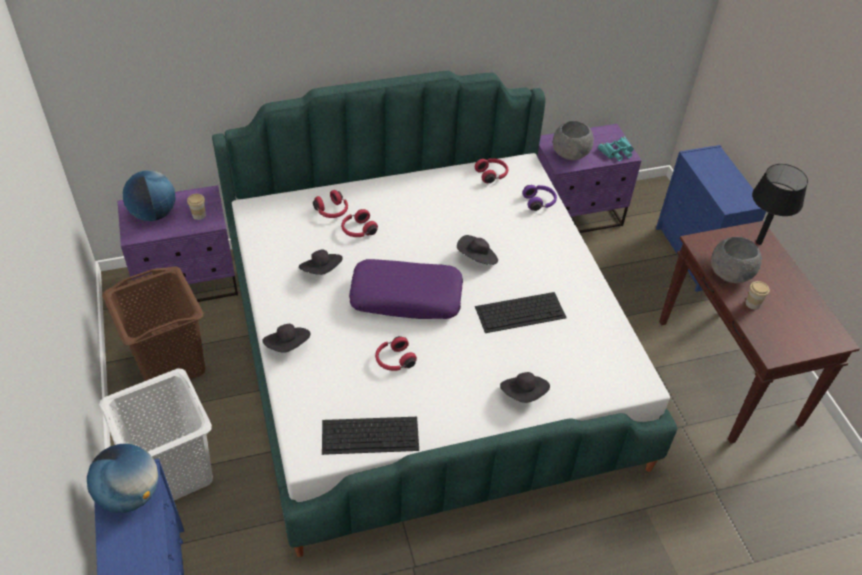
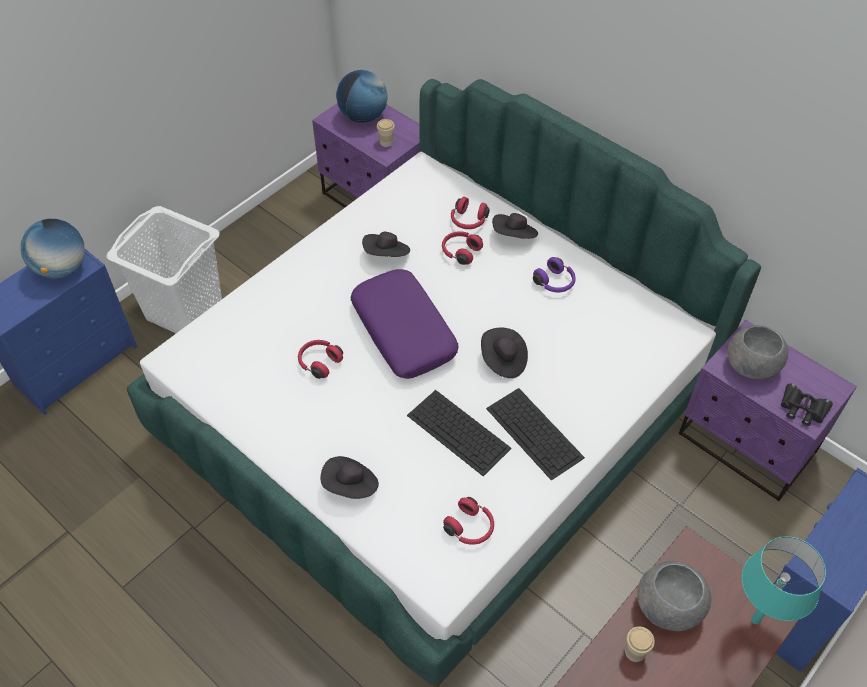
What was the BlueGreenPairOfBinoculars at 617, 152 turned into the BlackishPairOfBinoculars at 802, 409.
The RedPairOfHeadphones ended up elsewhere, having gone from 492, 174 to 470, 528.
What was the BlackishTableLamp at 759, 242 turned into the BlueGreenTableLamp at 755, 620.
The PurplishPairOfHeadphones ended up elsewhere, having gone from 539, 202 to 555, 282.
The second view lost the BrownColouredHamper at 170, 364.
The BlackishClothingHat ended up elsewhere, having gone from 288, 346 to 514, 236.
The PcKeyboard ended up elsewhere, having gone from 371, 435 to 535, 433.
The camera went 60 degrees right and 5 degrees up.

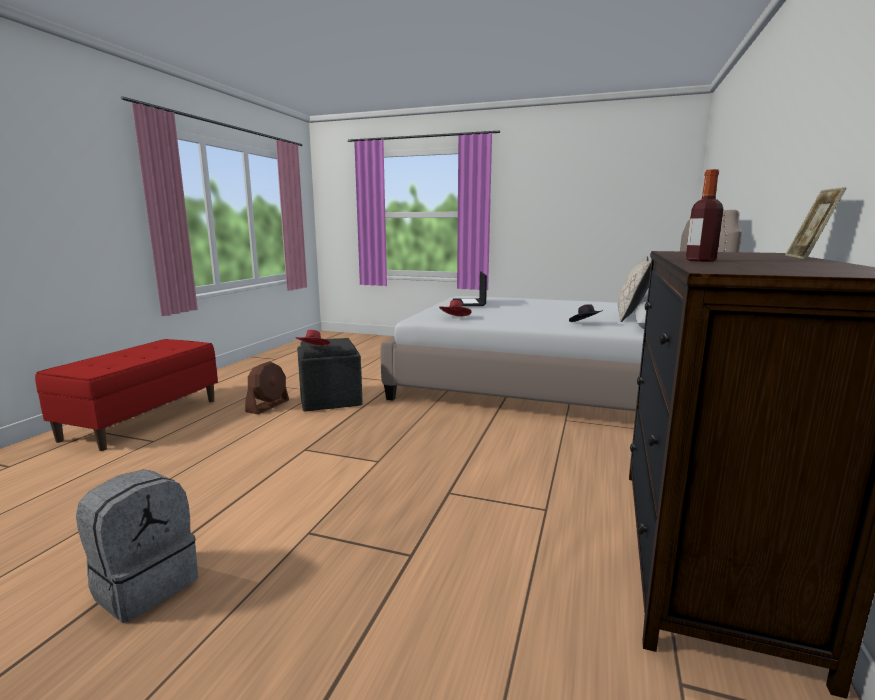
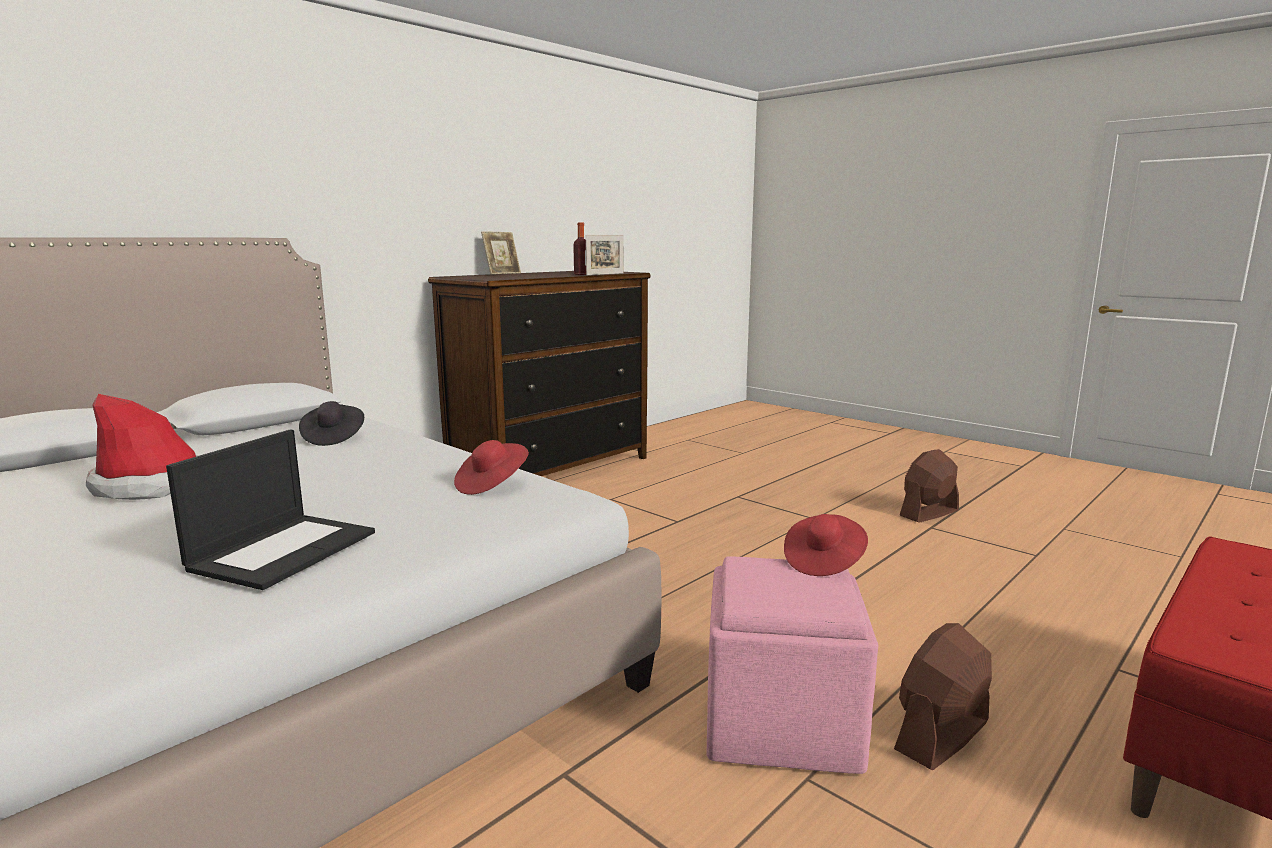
The second view lost the BeigeCushion at 631, 317.
What was the GrayFootrest at 330, 400 turned into the PinkColouredFootrest at 783, 720.
Where the GrayKnapsack stood at 145, 585, the BrownColouredElectricFan came to stand at 929, 513.
The second view gained the StandingFrame at 605, 274.
The second view gained the ClothingHat at 151, 485.
The camera went 155 degrees left and 0 degrees up.

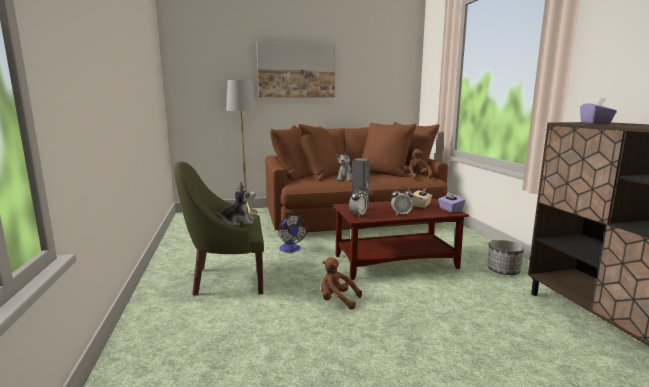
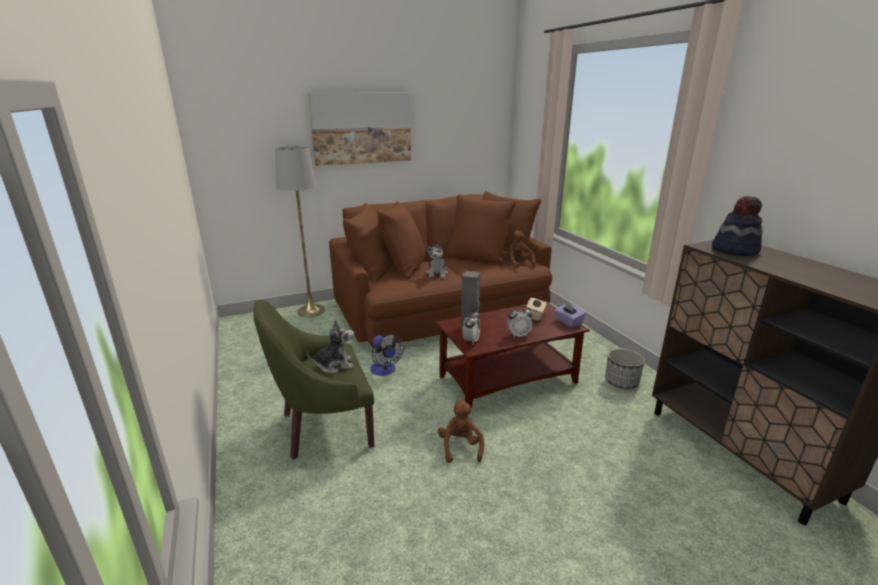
Where the PurplishBoxOfTissues stood at 595, 123, the ClothingHat came to stand at 734, 250.
The BrownColouredPlushToy at 337, 301 ended up facing another way, 75 degrees clockwise from before.
The camera went 10 degrees left and 10 degrees up.

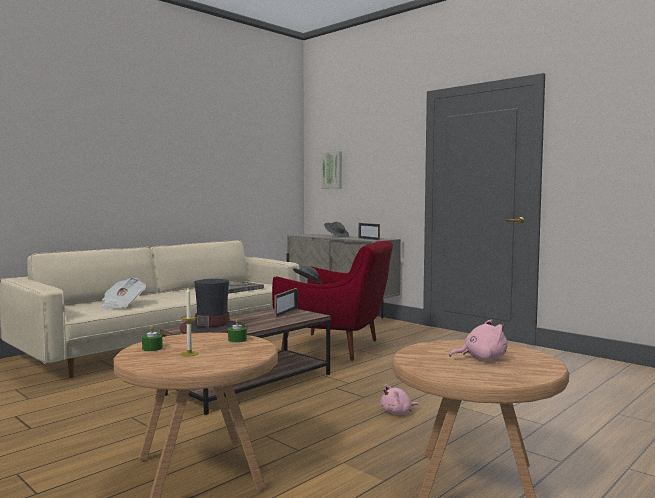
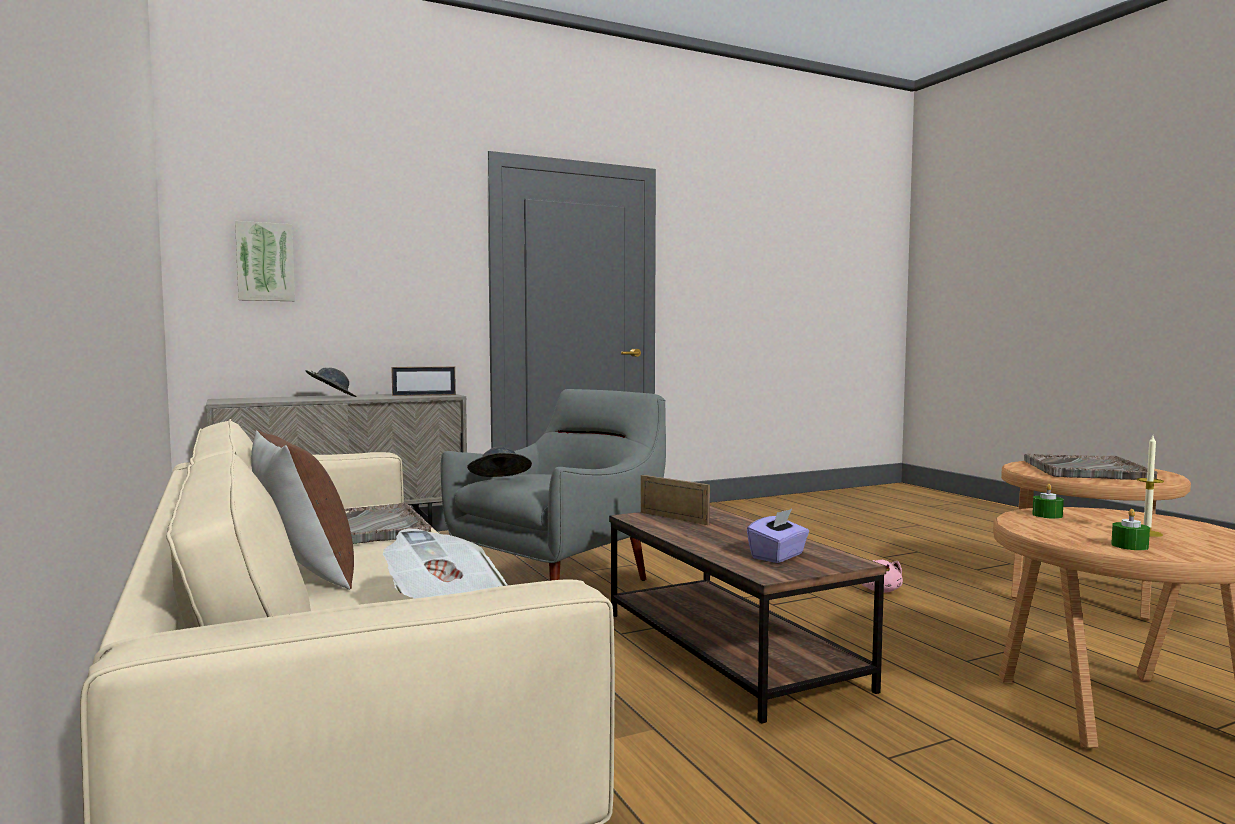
What was the RedLoungeChair at 335, 347 turned into the GrayLoungeChair at 560, 579.
Where the ClothingHat stood at 212, 329, the PurplishBoxOfTissues came to stand at 778, 556.
Where the PinkColouredPlushToy stood at 482, 358, the GrayServingTray came to stand at 1085, 470.
The second view gained the BrownColouredCushion at 304, 575.
The camera went 70 degrees left and 0 degrees up.

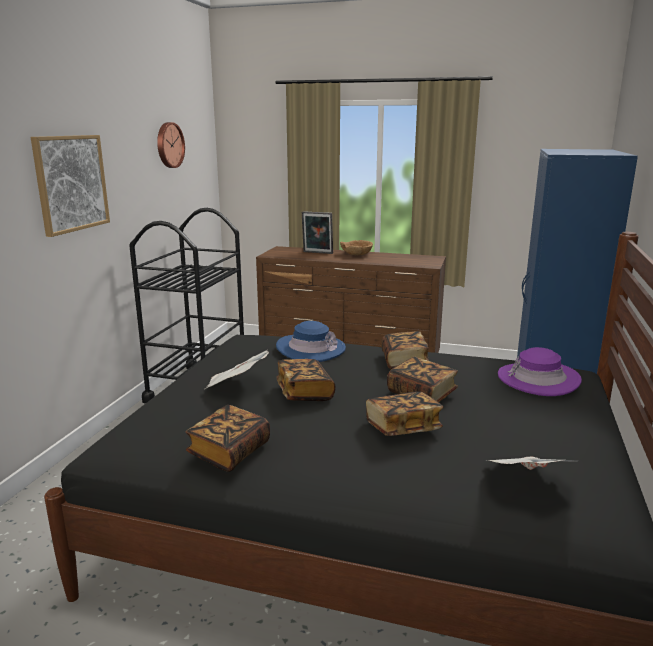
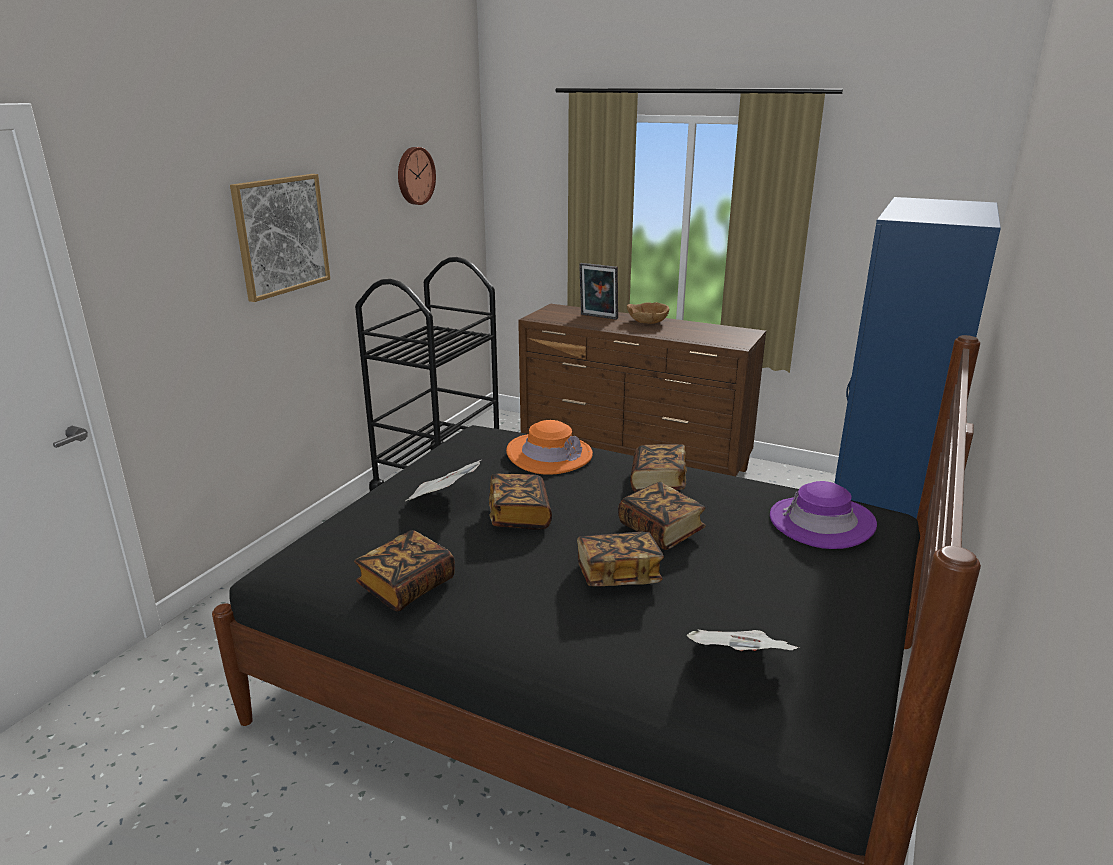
What was the BluishClothingHat at 310, 349 turned into the OrangeyClothingHat at 549, 455.
The camera went 10 degrees right and 5 degrees up.

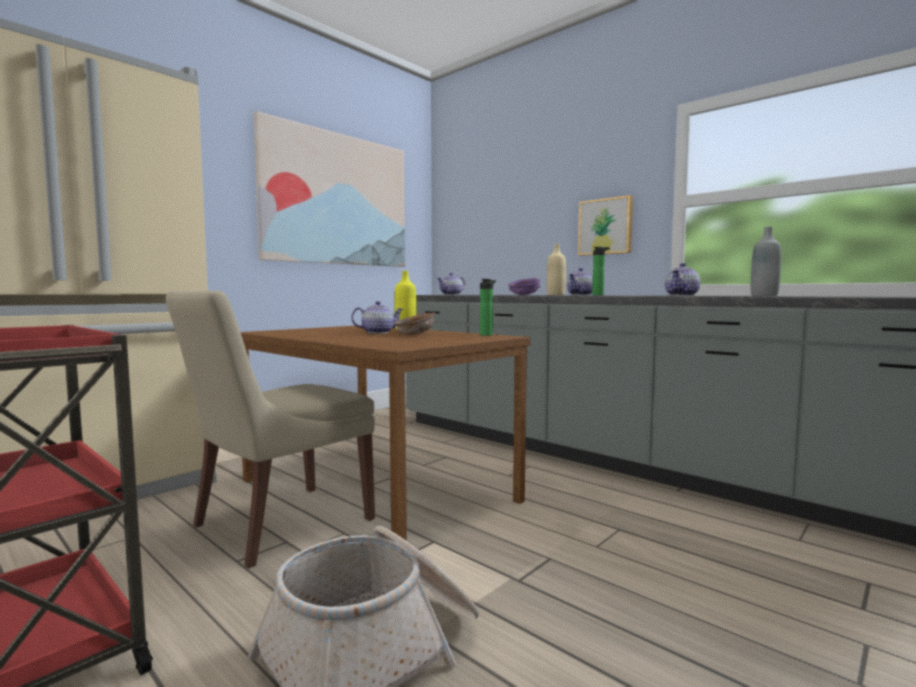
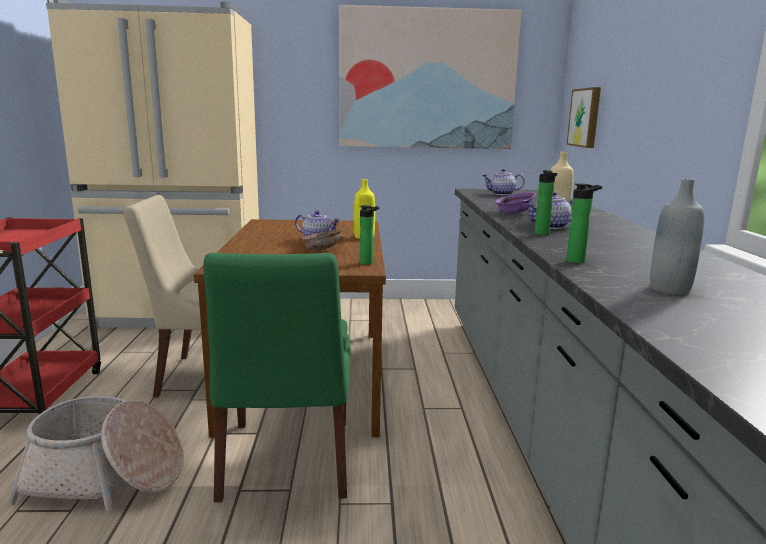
The Picture ended up elsewhere, having gone from 606, 227 to 586, 117.
Where the PotForTea stood at 682, 295, the BeverageBottle came to stand at 578, 261.
The second view gained the GreenishChair at 286, 462.
The camera went 45 degrees right and 10 degrees up.

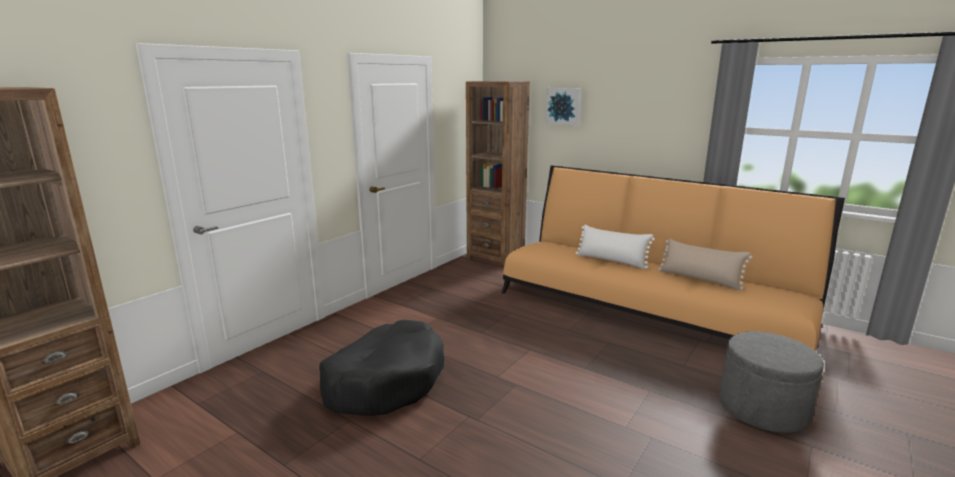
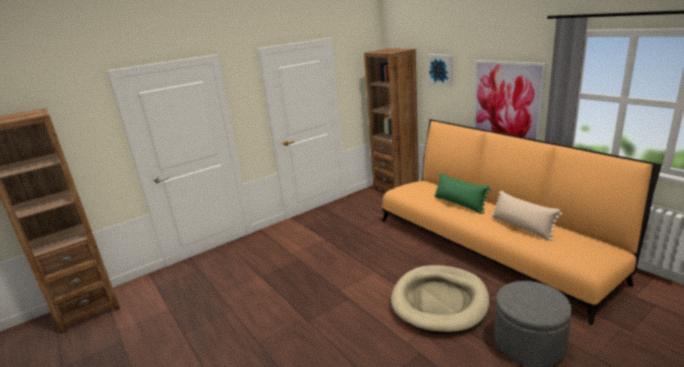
What was the WhiteColouredCushion at 611, 260 turned into the GreenishCushion at 459, 204.
The second view lost the BlackishPetBed at 385, 381.
The second view gained the Picture at 506, 100.
The second view gained the BeigePetBed at 439, 301.
The camera went 20 degrees right and 5 degrees up.

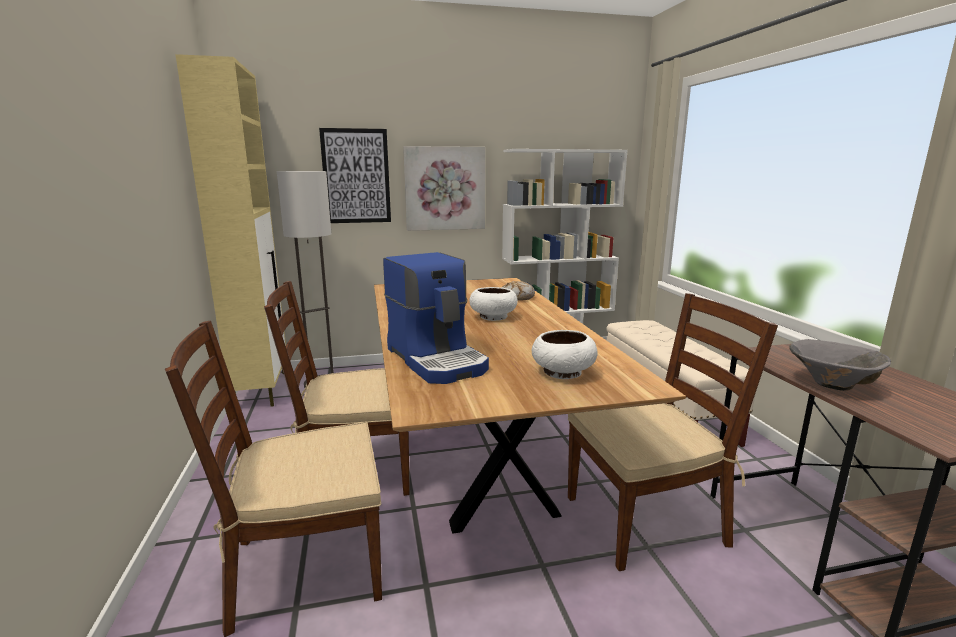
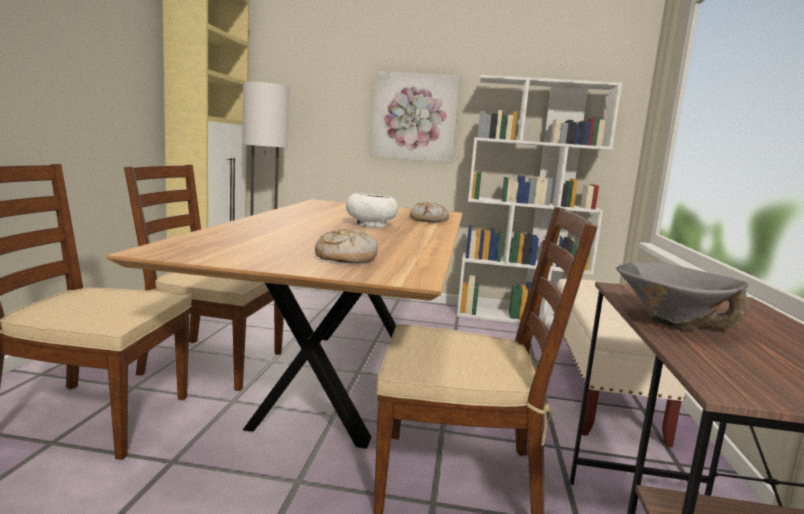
The second view lost the Picture at 356, 176.
The second view lost the CoffeeBrewer at 438, 360.
Where the WhiteColouredBowl stood at 562, 372, the BakedBread came to stand at 345, 258.
The camera went 20 degrees right and 5 degrees down.

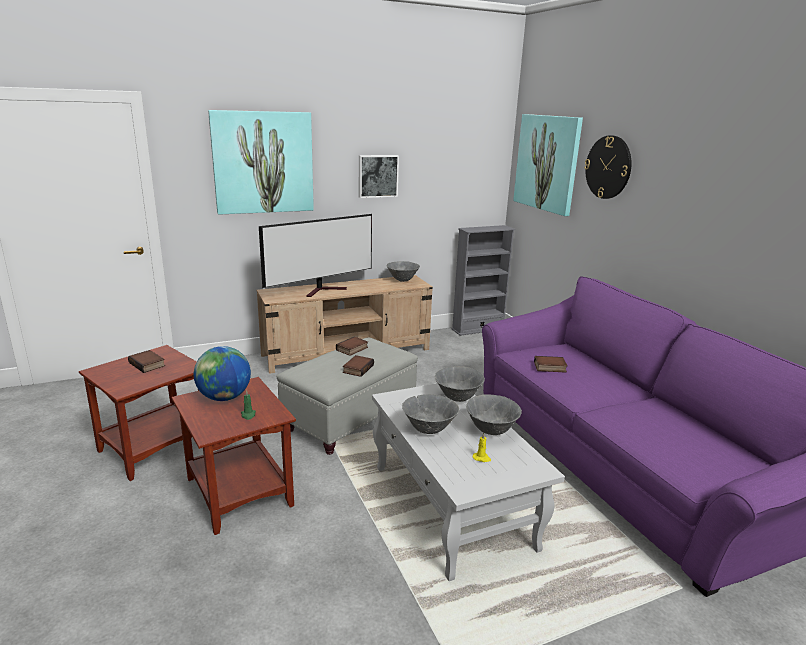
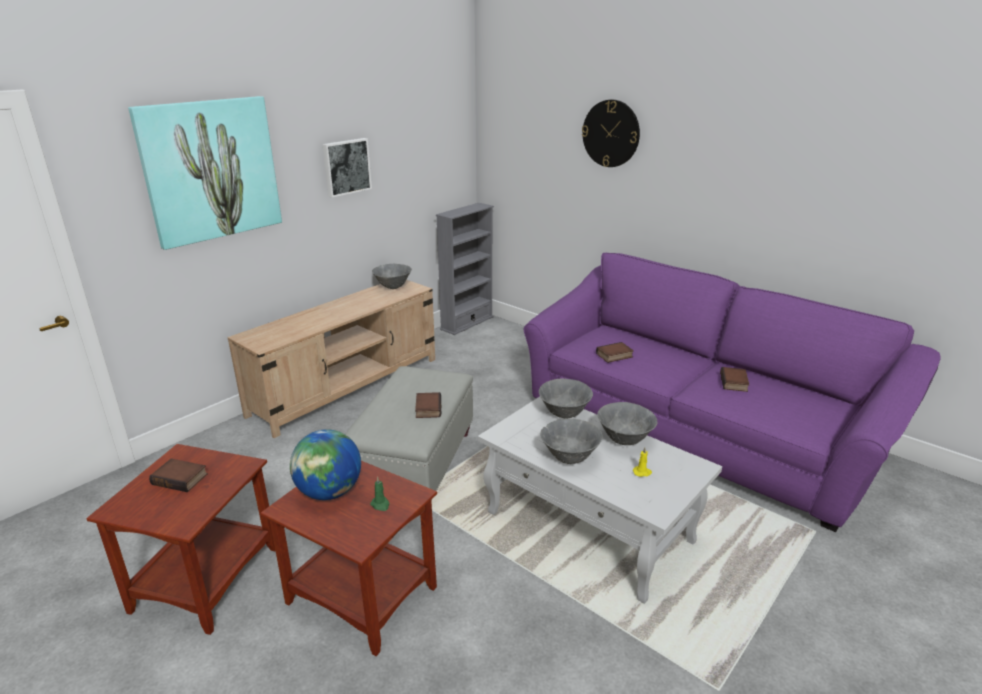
The second view lost the Picture at 547, 163.
The second view lost the TvSet at 324, 290.
The Volume ended up elsewhere, having gone from 352, 349 to 735, 383.
The camera went 25 degrees left and 5 degrees up.

